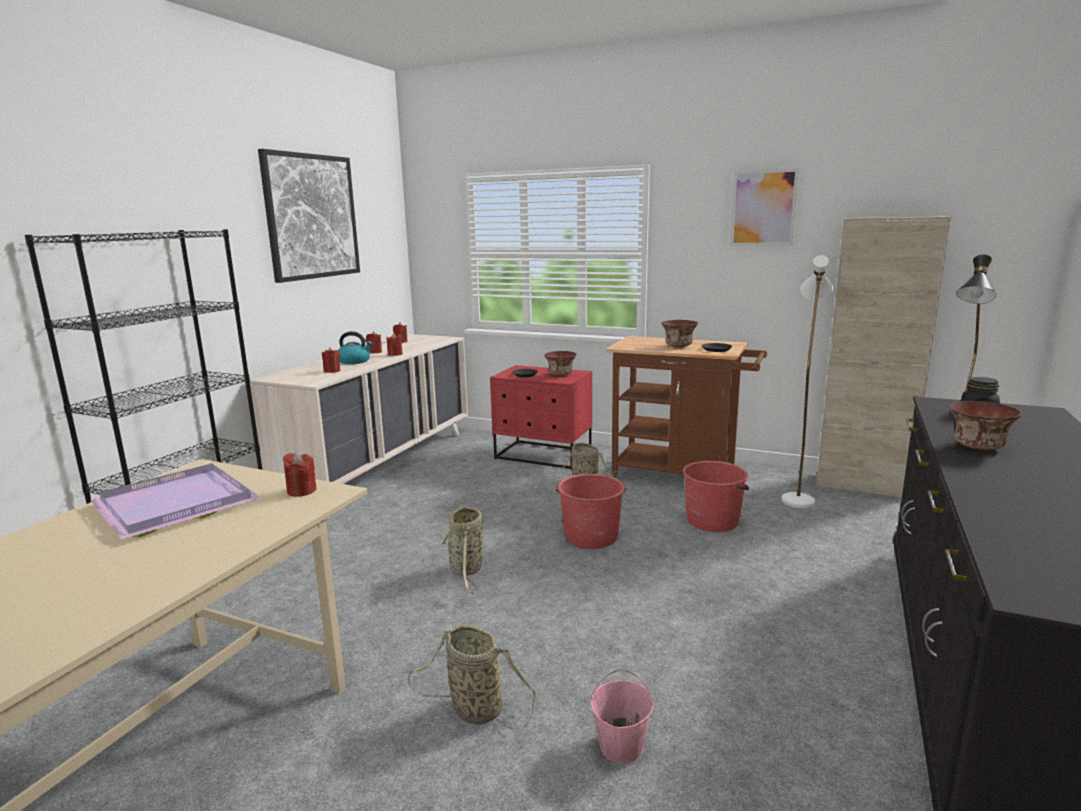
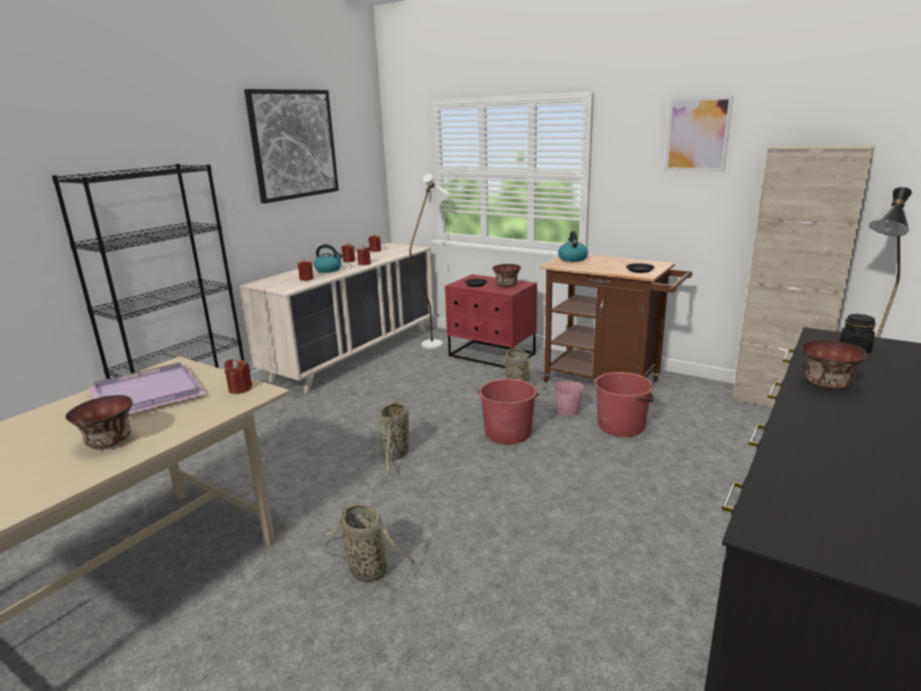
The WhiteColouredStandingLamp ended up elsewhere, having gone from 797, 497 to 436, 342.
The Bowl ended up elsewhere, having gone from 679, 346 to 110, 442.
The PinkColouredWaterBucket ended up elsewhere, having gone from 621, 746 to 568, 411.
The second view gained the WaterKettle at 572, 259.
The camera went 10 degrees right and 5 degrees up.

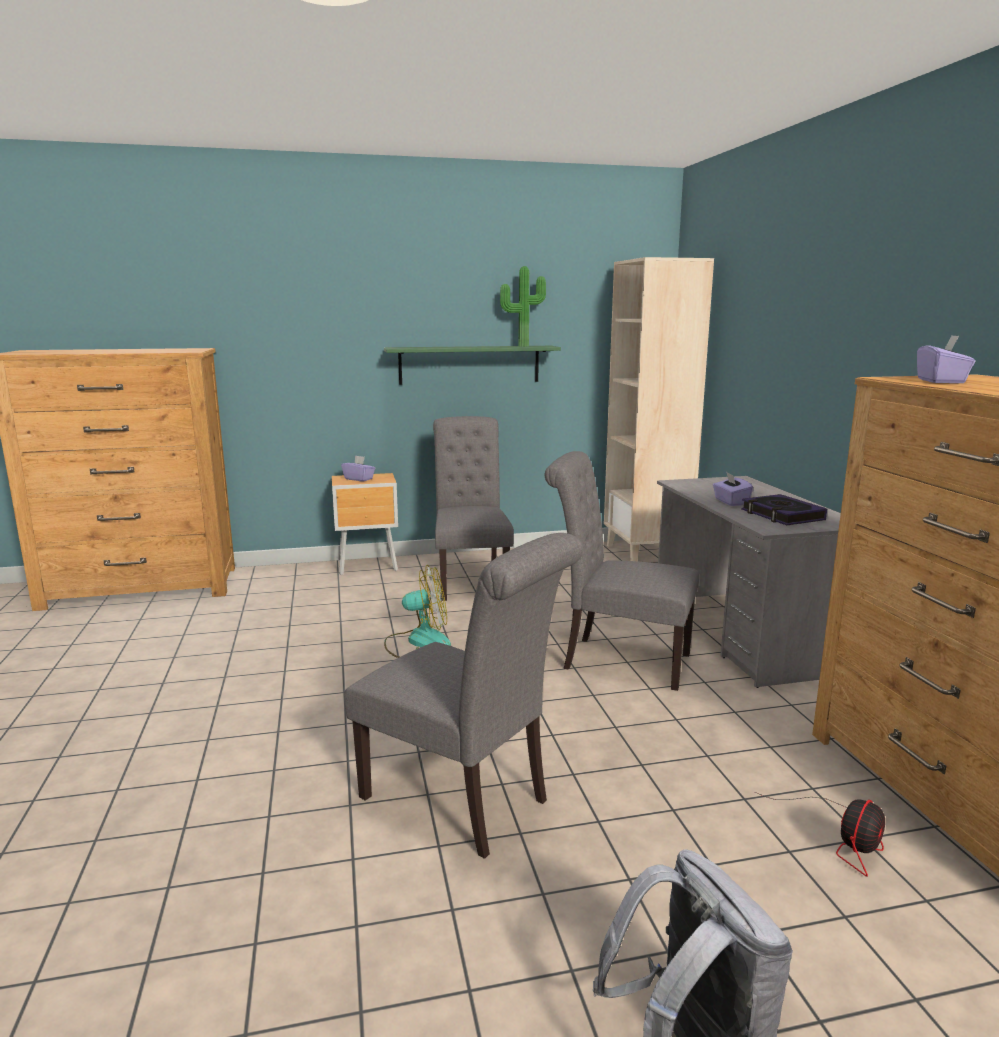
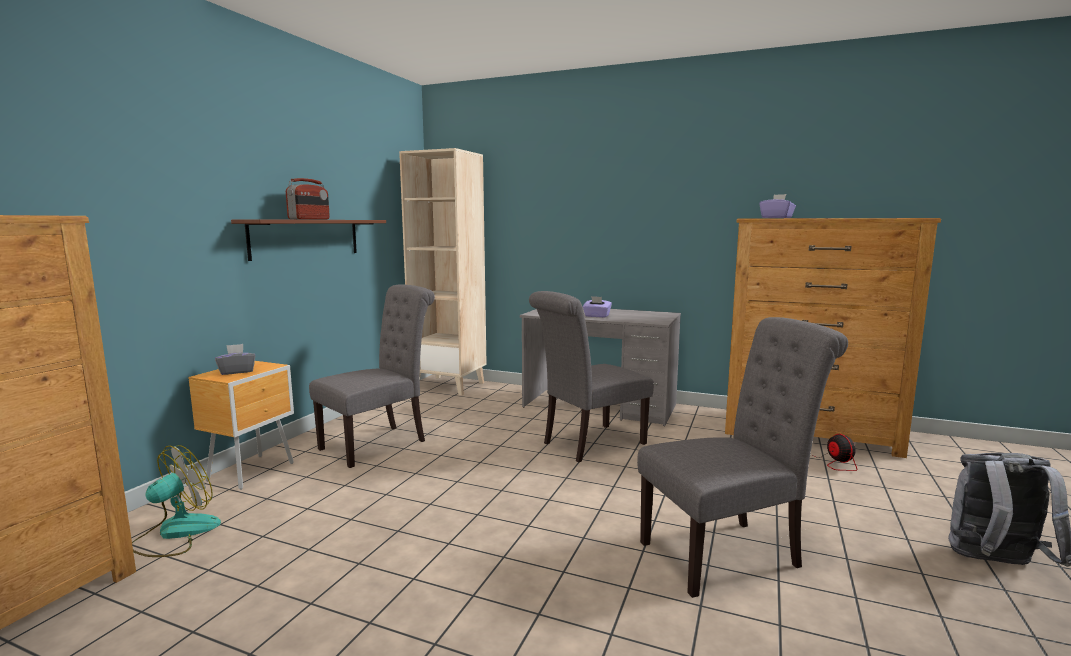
The second view lost the Houseplant at 522, 346.
What was the GreenishShelf at 469, 364 turned into the BrownColouredShelf at 306, 238.
The GrayChair at 471, 580 ended up facing another way, 105 degrees clockwise from before.
What was the PurplishBoxOfTissues at 359, 479 turned into the GrayBoxOfTissues at 237, 371.
The second view lost the Volume at 782, 515.
The ElectricFan ended up elsewhere, having gone from 418, 641 to 176, 533.
The second view gained the RadioReceiver at 309, 219.
The camera went 55 degrees left and 5 degrees down.

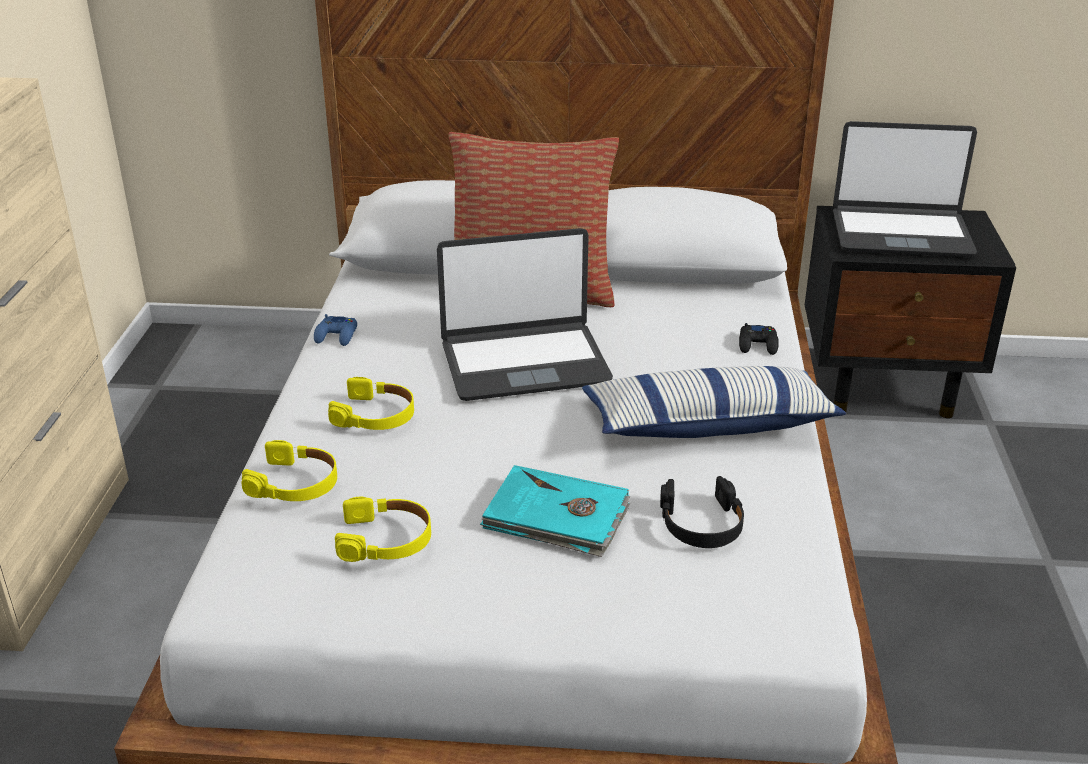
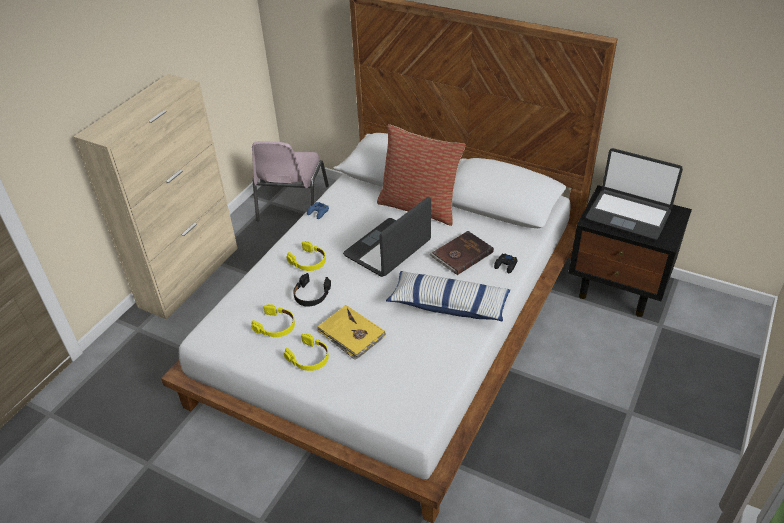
The Laptop at 524, 363 ended up facing another way, 120 degrees clockwise from before.
The YellowPairOfHeadphones ended up elsewhere, having gone from 295, 483 to 309, 358.
What was the BlueGreenVolume at 557, 517 turned into the YellowVolume at 351, 334.
The BlackishPairOfHeadphones ended up elsewhere, having gone from 701, 524 to 311, 295.
The second view gained the PinkColouredChair at 291, 204.
The second view gained the BrownColouredVolume at 461, 254.
The camera went 25 degrees right and 10 degrees up.

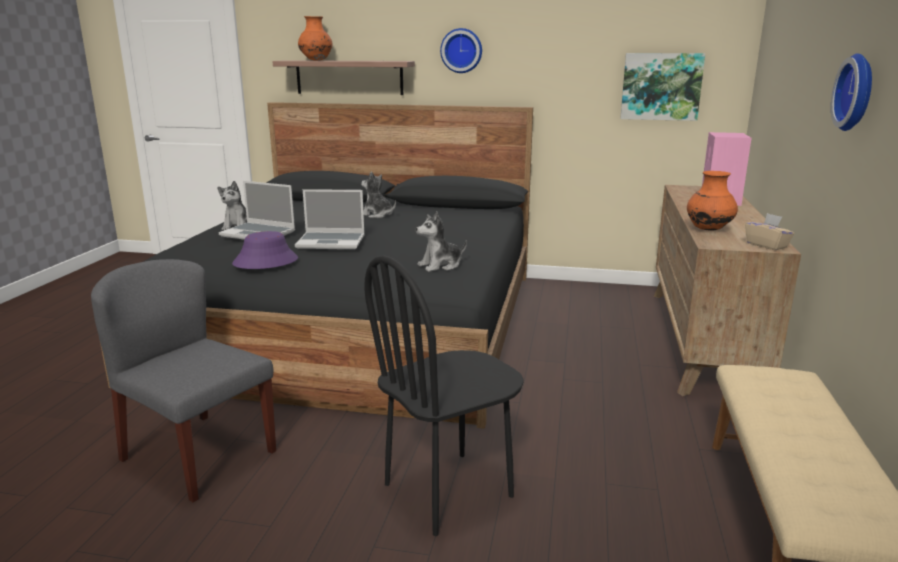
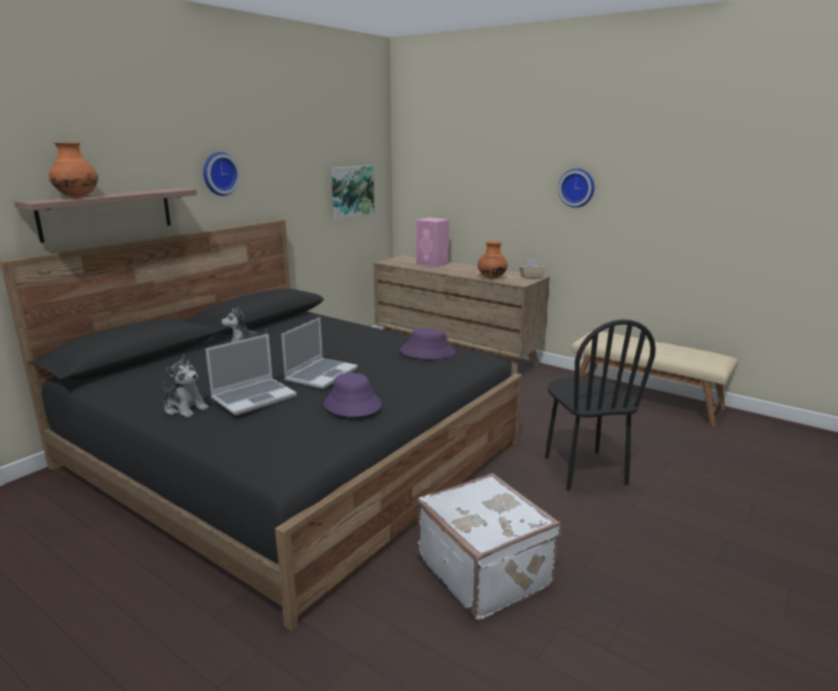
Where the PlushToy stood at 440, 265, the PurplishClothingHat came to stand at 427, 352.
Where the GrayChair stood at 198, 455, the WhiteColouredSuitcase came to stand at 485, 571.
The camera went 65 degrees left and 0 degrees up.

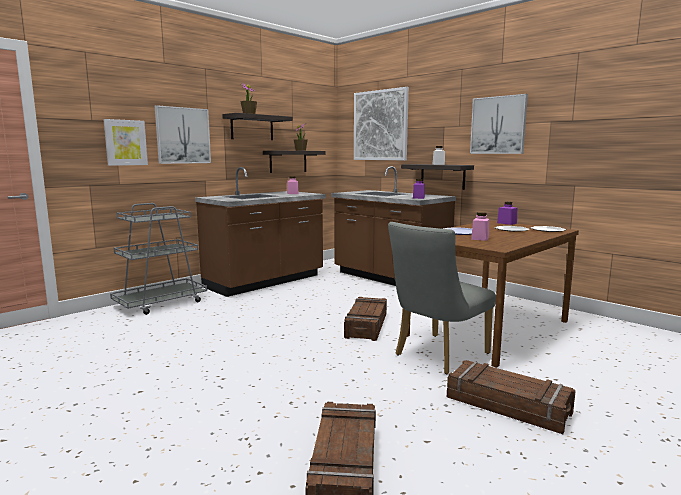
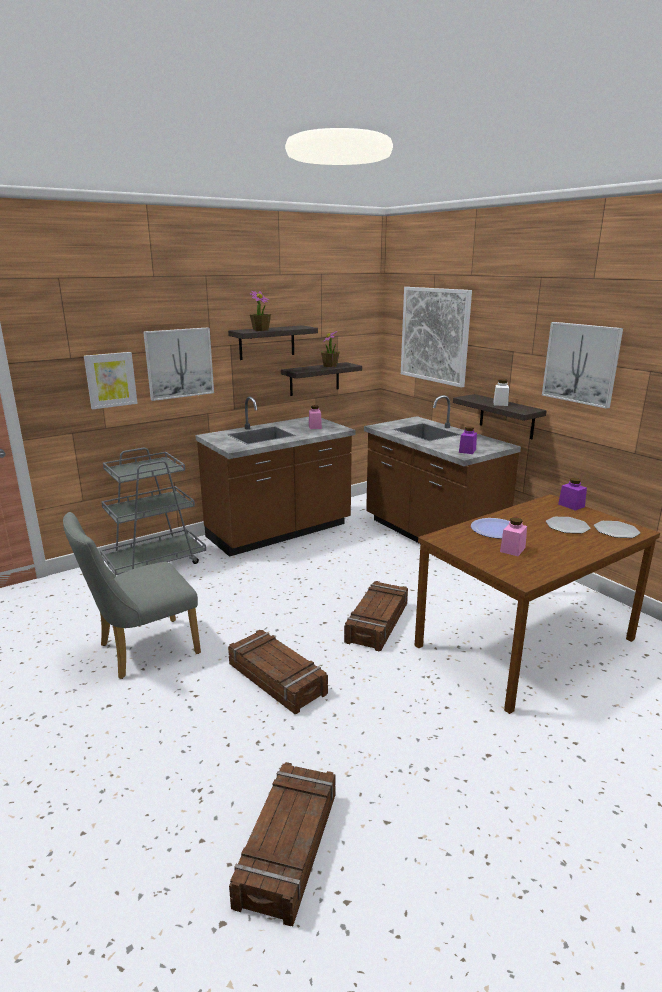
The GrayChair ended up elsewhere, having gone from 437, 356 to 141, 651.
The ShippingCrate ended up elsewhere, having gone from 508, 405 to 277, 678.
The camera went 10 degrees right and 10 degrees up.

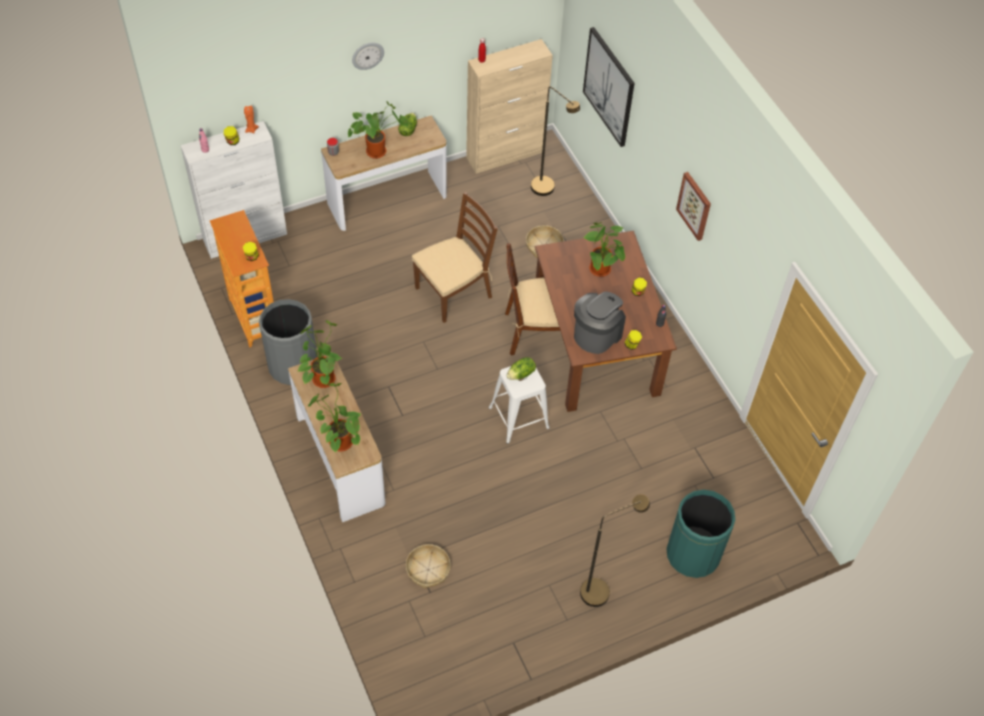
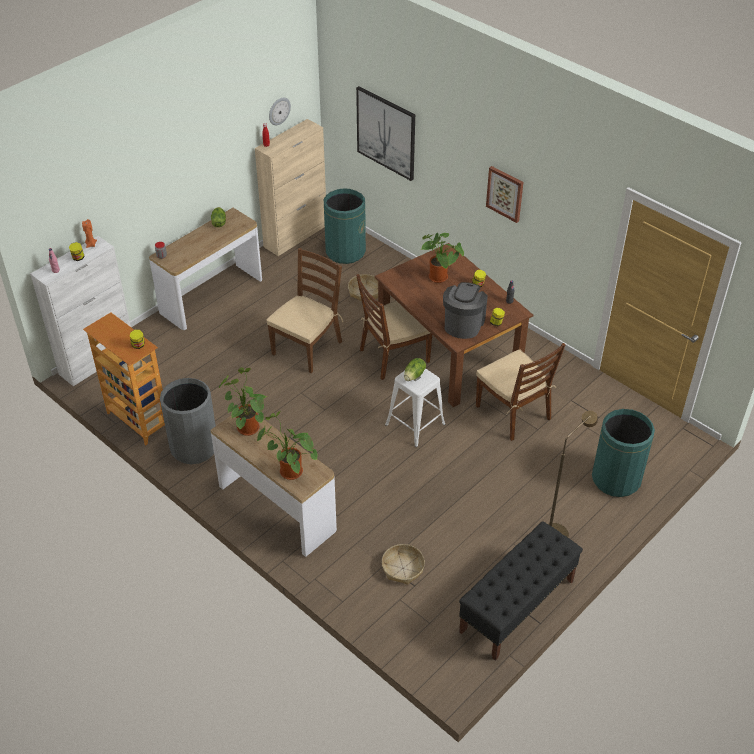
The HangingClock ended up elsewhere, having gone from 367, 55 to 279, 111.
Where the BrownColouredStandingLamp stood at 548, 190, the GreenishWasteBin came to stand at 345, 251.
The second view lost the Houseplant at 378, 151.
The second view gained the BrownColouredChair at 513, 413.
The second view gained the BlackishBench at 517, 606.
The camera went 20 degrees left and 10 degrees down.

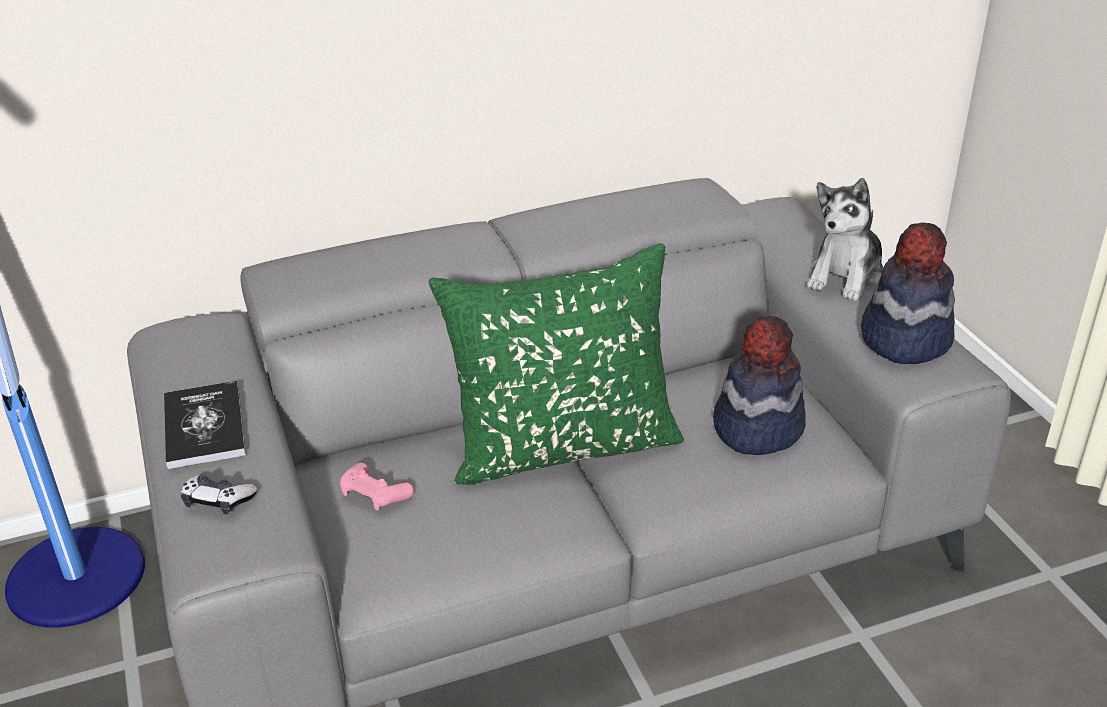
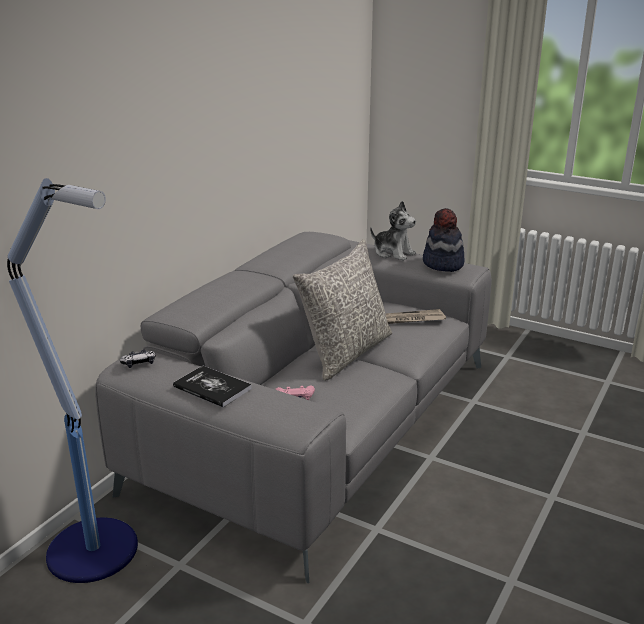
The PlushToy at 846, 276 ended up facing another way, 45 degrees counterclockwise from before.
What was the GreenishCushion at 563, 445 turned into the GrayCushion at 346, 353.
Where the ClothingHat stood at 757, 426, the DailyPaper came to stand at 409, 320.
The Joypad ended up elsewhere, having gone from 218, 501 to 139, 363.
The camera went 40 degrees left and 10 degrees down.

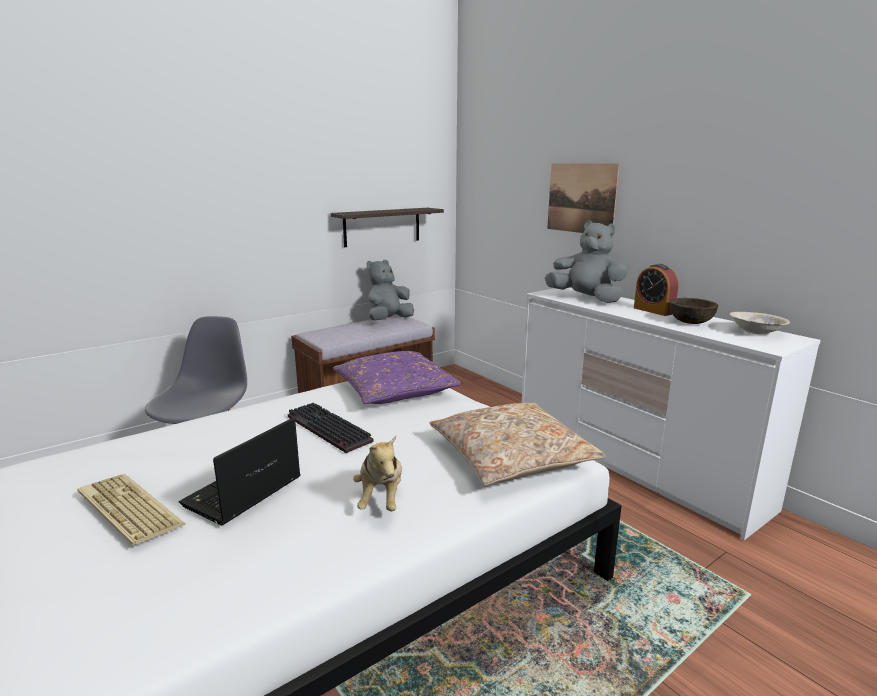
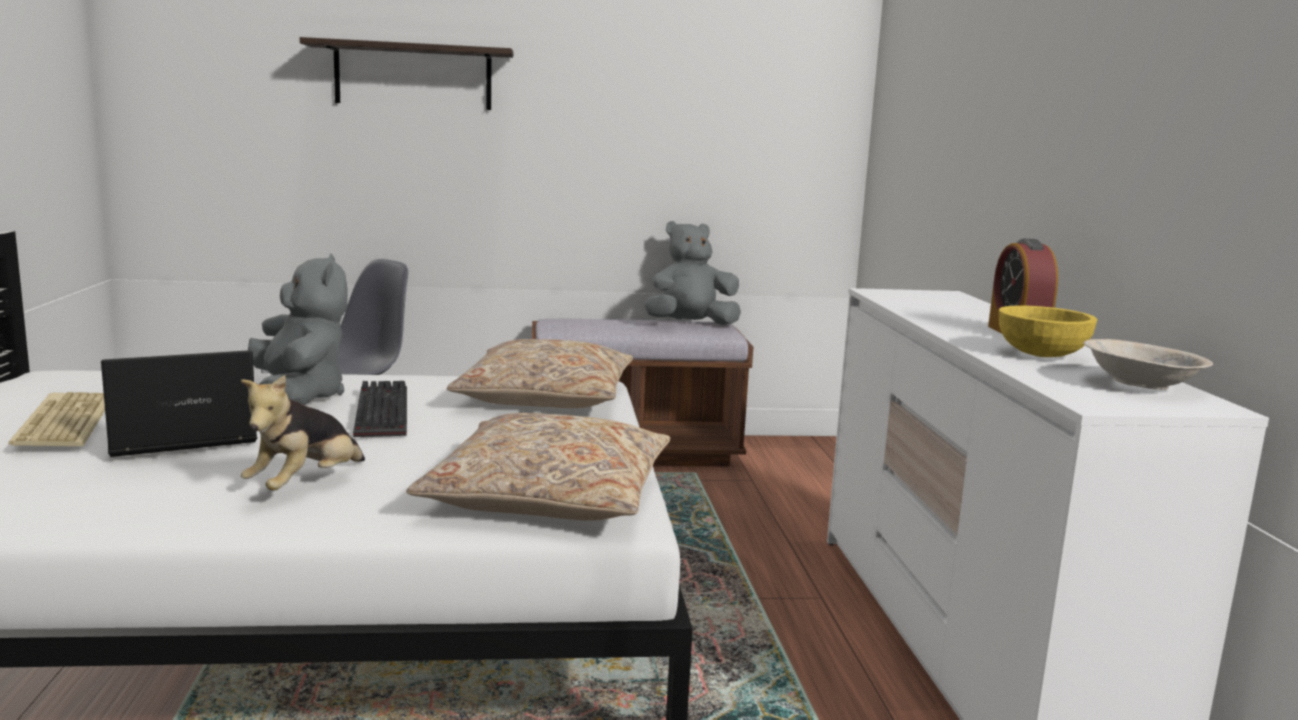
The second view lost the Picture at 581, 198.
The Shelf ended up elsewhere, having gone from 382, 227 to 413, 76.
The GrayPlushToy ended up elsewhere, having gone from 586, 299 to 298, 397.
What was the BrownColouredBowl at 690, 322 turned into the YellowBowl at 1040, 355.
What was the PurplishCushion at 395, 390 turned into the BeigeCushion at 545, 397.
The camera went 30 degrees right and 5 degrees down.

